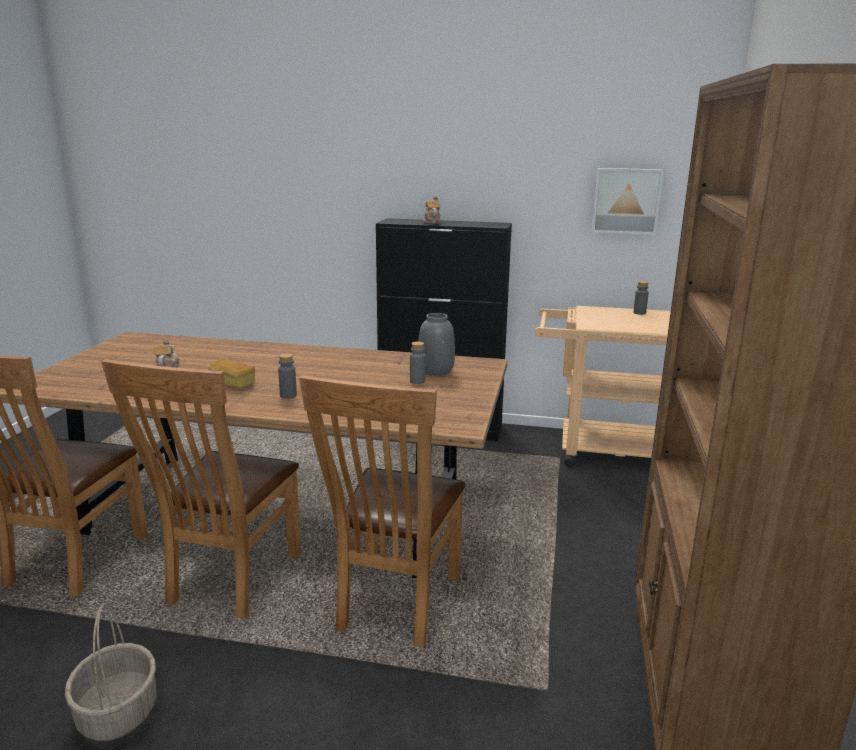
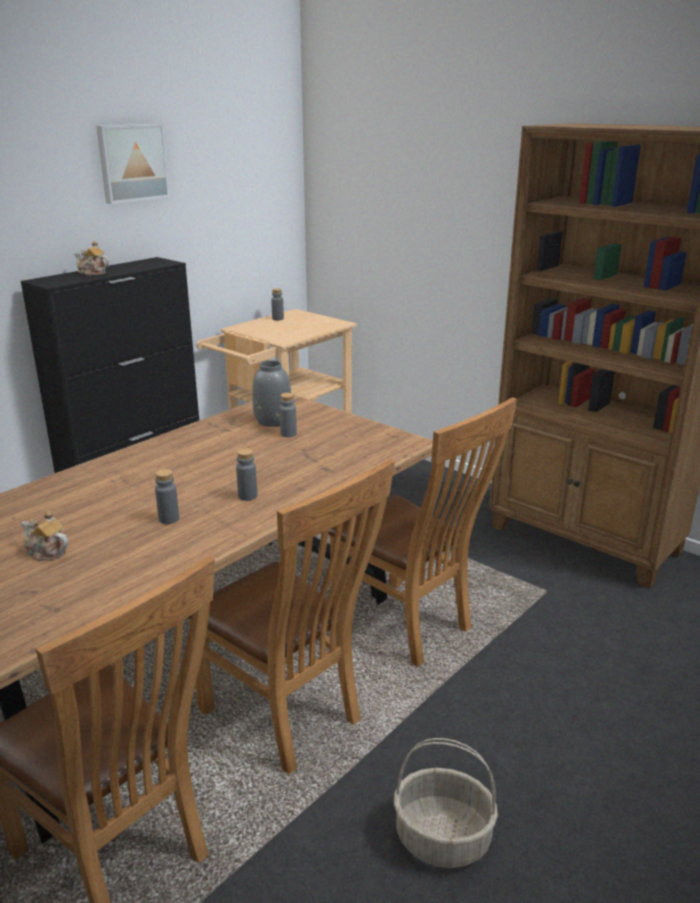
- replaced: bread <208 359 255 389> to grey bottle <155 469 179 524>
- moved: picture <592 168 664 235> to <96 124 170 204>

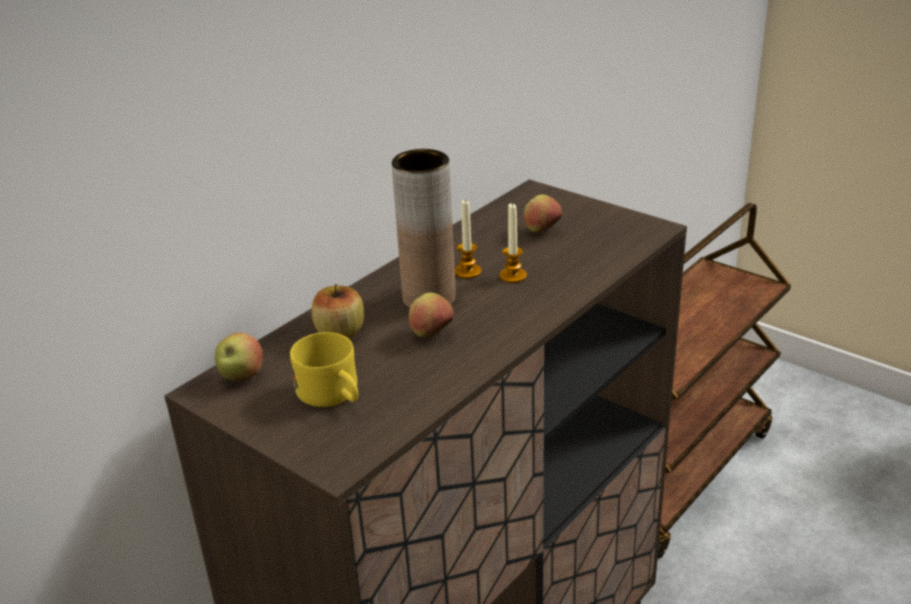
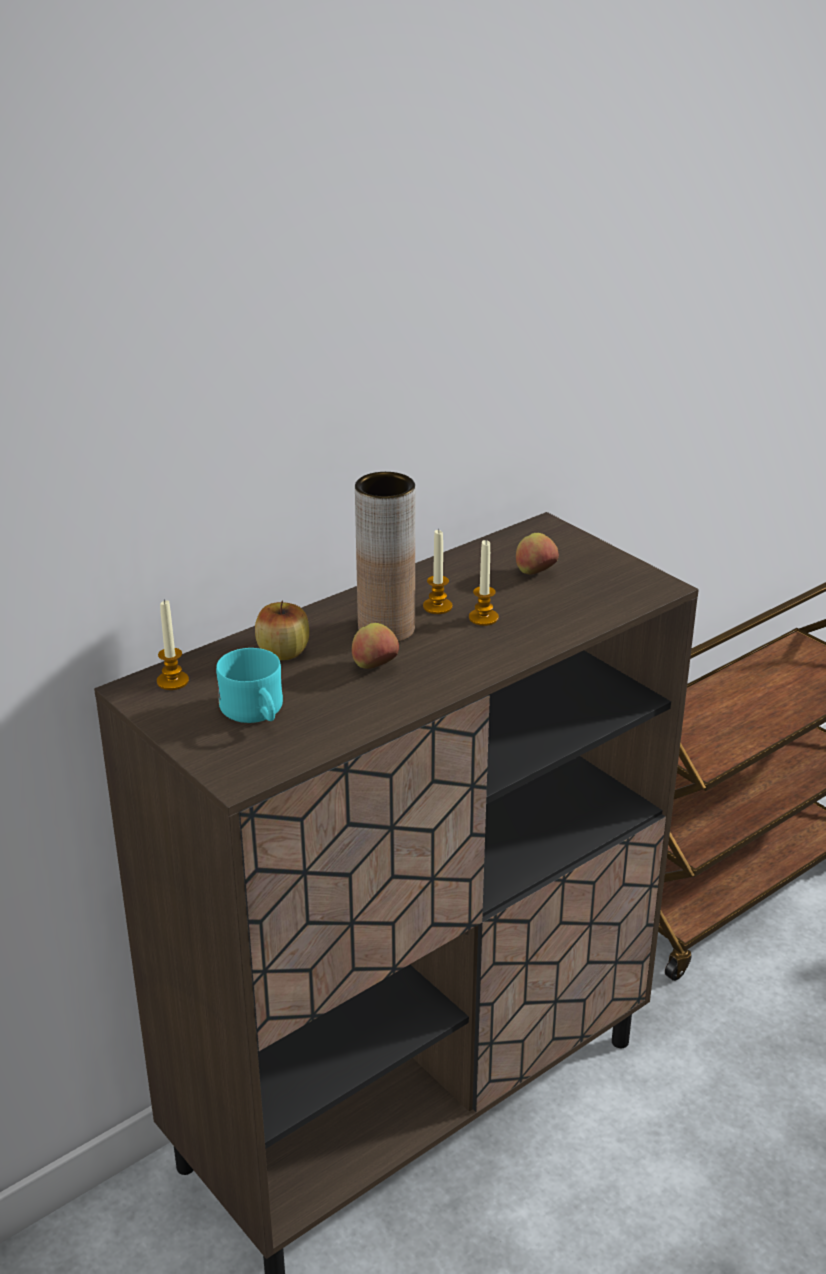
- replaced: apple <215 333 263 381> to candle <157 599 189 690>
- recoloured: yellow mug <290 332 358 407> to turquoise mug <216 648 283 723>

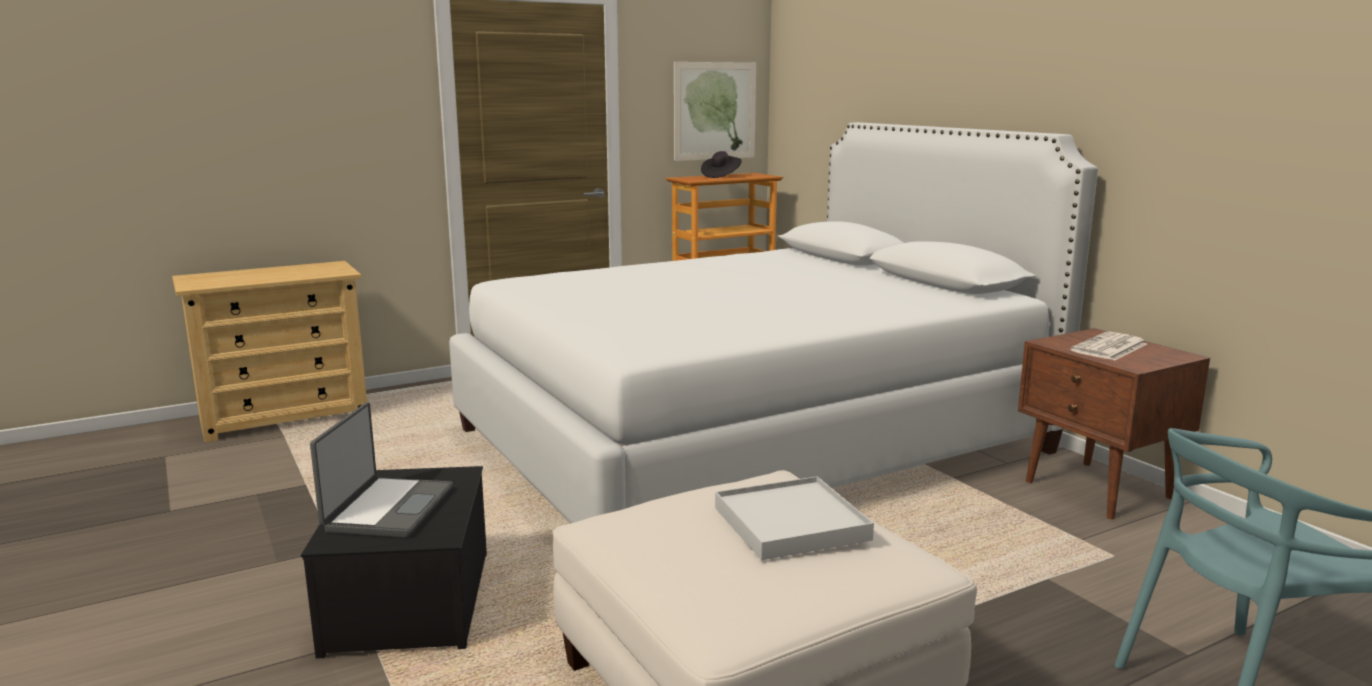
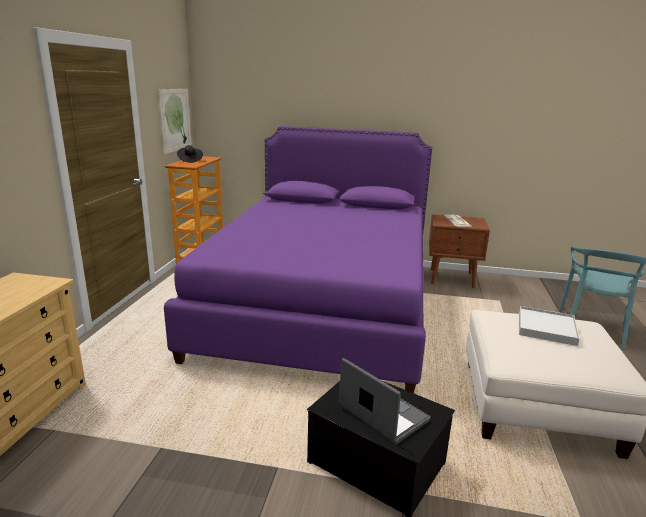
- recoloured: white bed <449 122 1098 523> to purple bed <164 126 432 393>

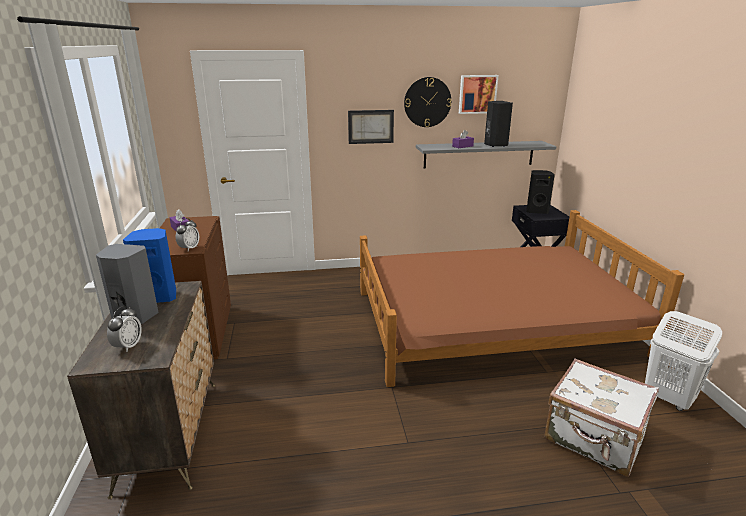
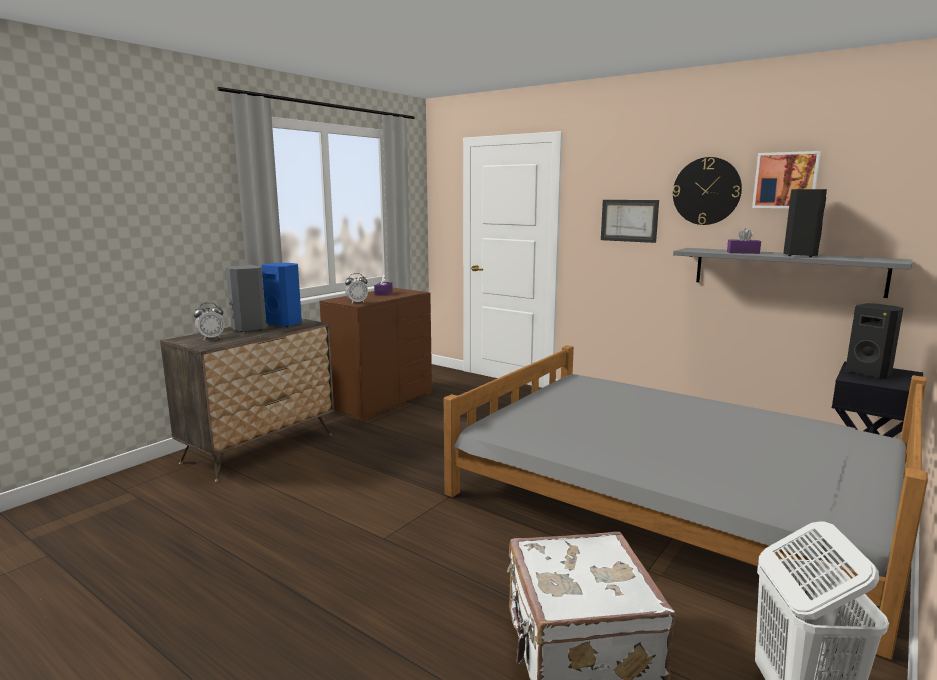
- recoloured: brown bed <360 210 684 387> to grey bed <444 345 928 660>

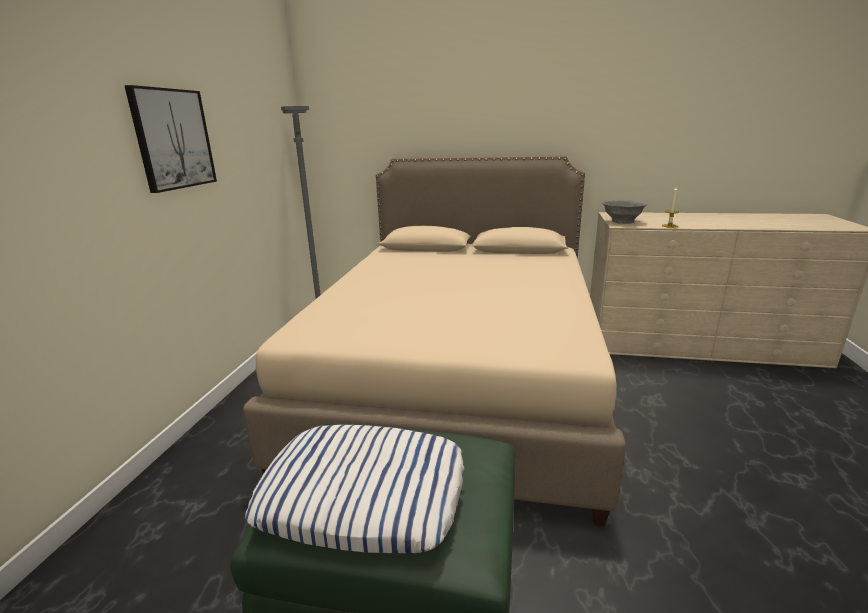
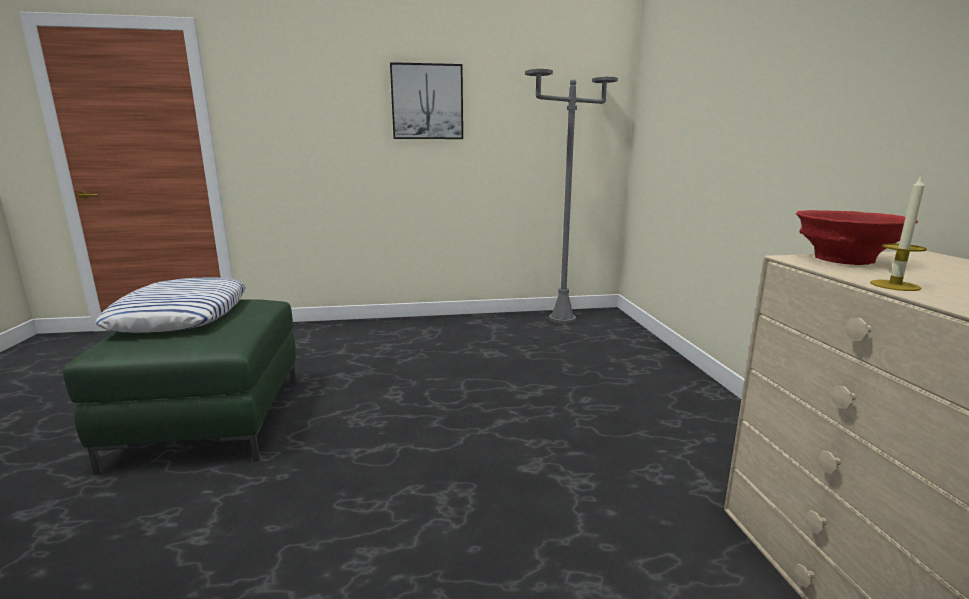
- removed: beige bed <243 155 626 526>
- recoloured: grey bowl <602 200 647 224> to red bowl <796 210 918 265>

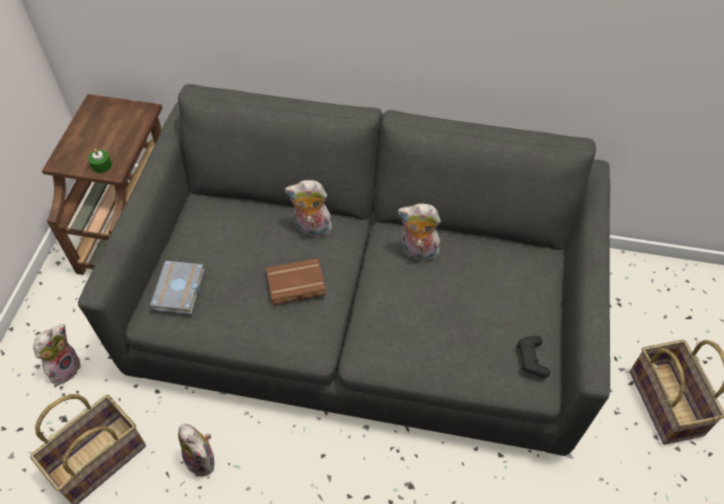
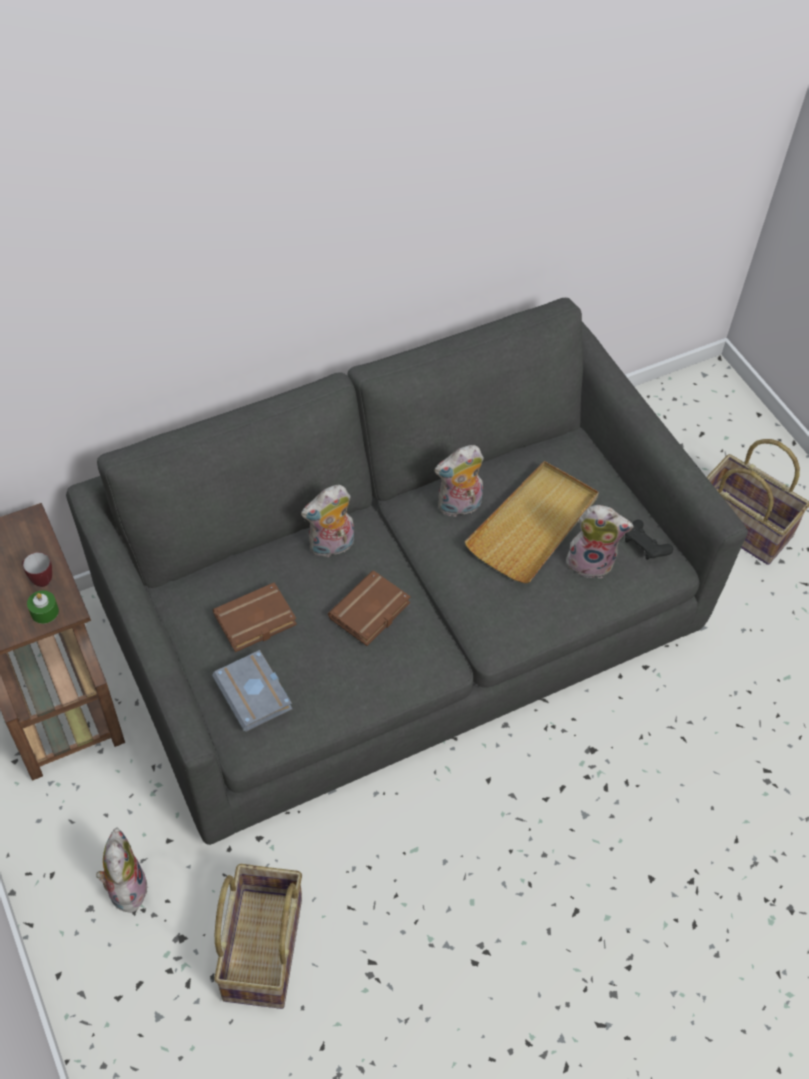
- moved: plush toy <178 424 215 477> to <566 505 634 578>
- added: mug <22 552 52 587>
- added: brown book <213 582 297 652>
- added: beige tray <465 461 599 583>

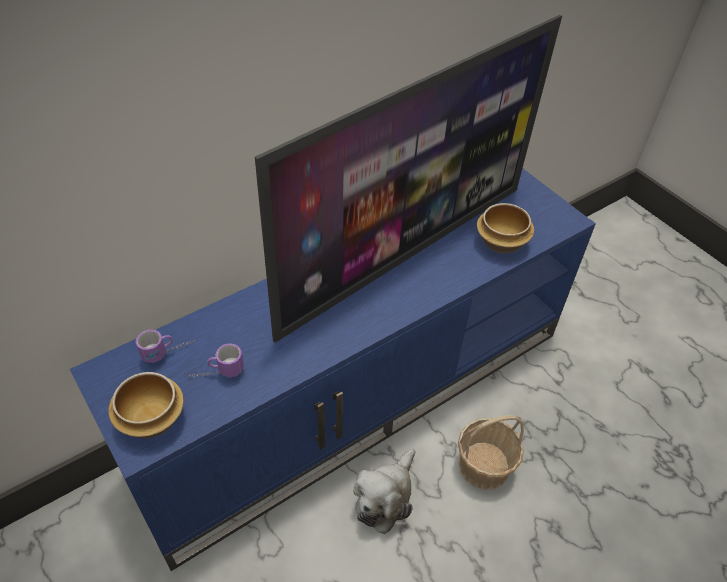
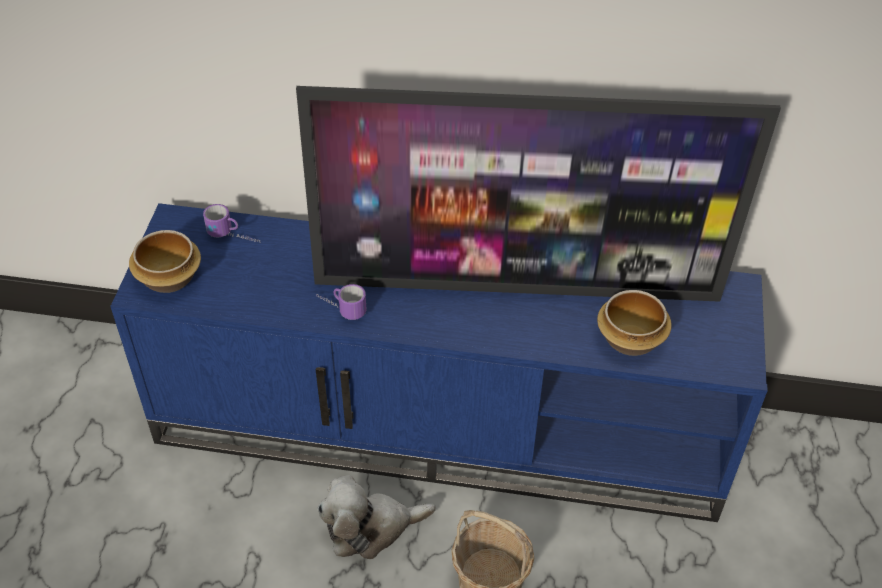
- moved: mug <188 344 244 378> to <316 284 366 320>

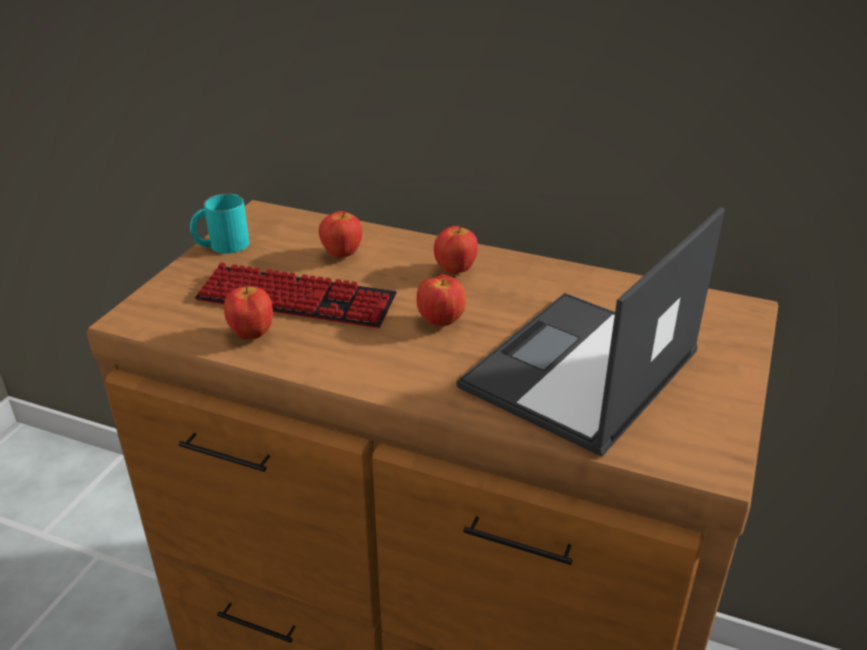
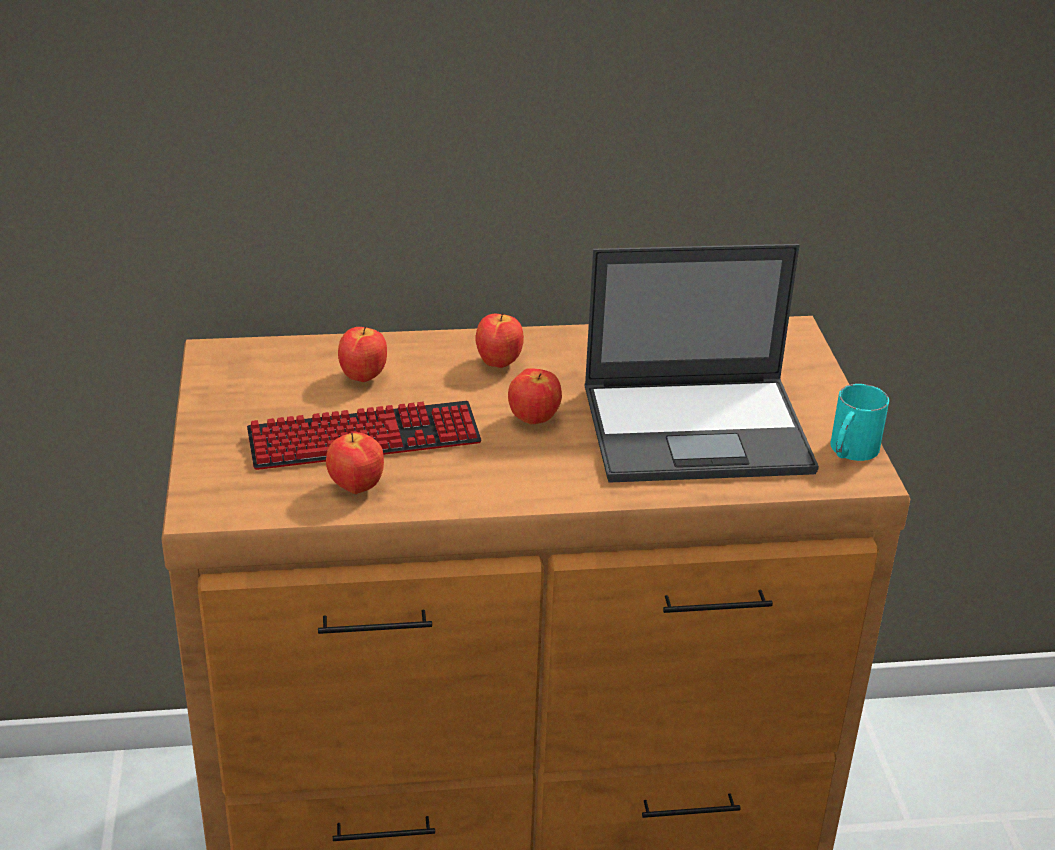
- moved: turquoise mug <190 194 250 254> to <830 384 889 461>
- turned: laptop <457 207 725 457> = <584 244 819 483> 105 degrees counterclockwise

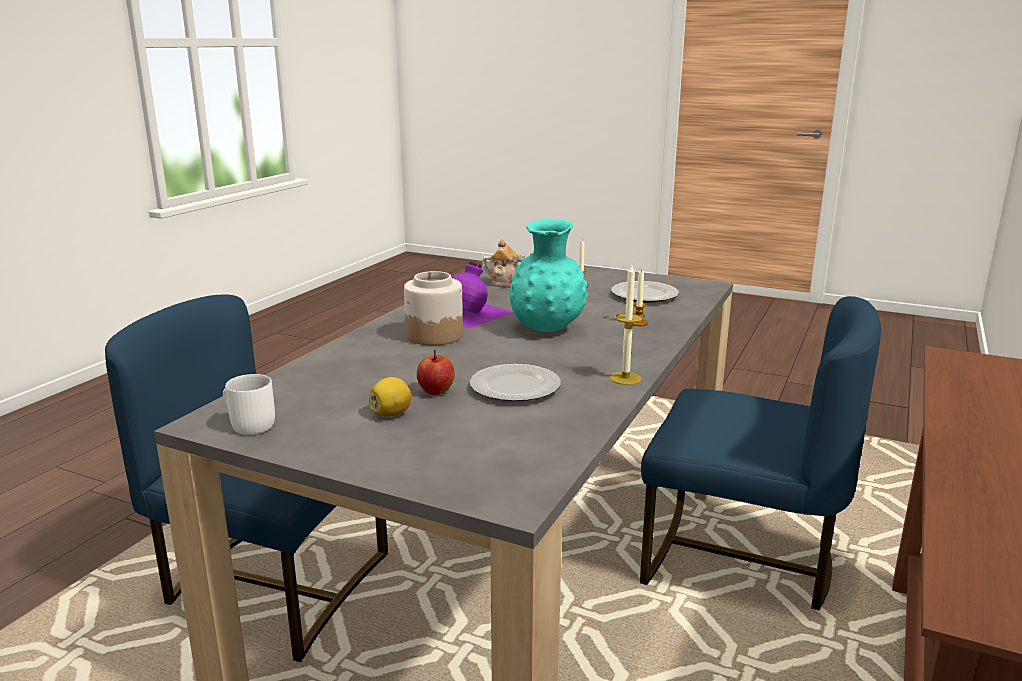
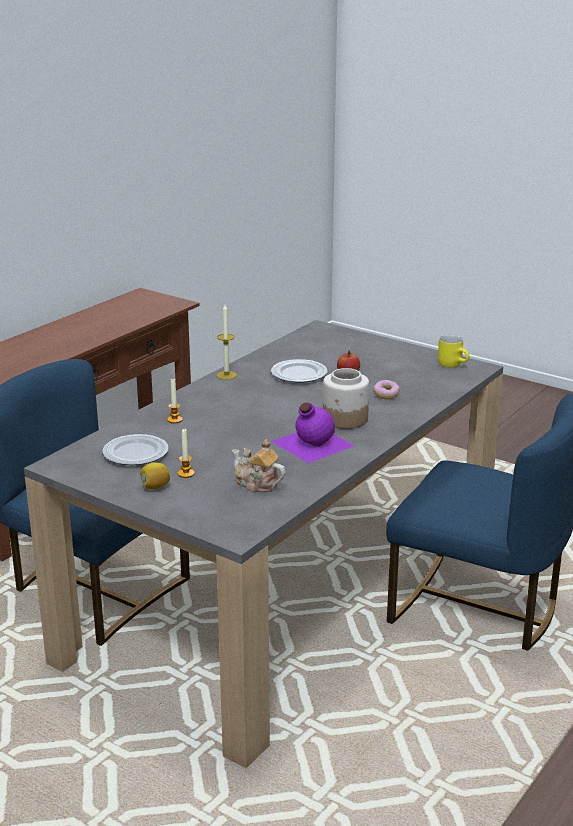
- recoloured: white mug <223 374 275 435> to yellow mug <438 335 469 368>
- moved: lemon <369 377 411 417> to <140 463 170 490>
- removed: turquoise vase <509 218 588 332>
- added: donut <373 380 400 399>

